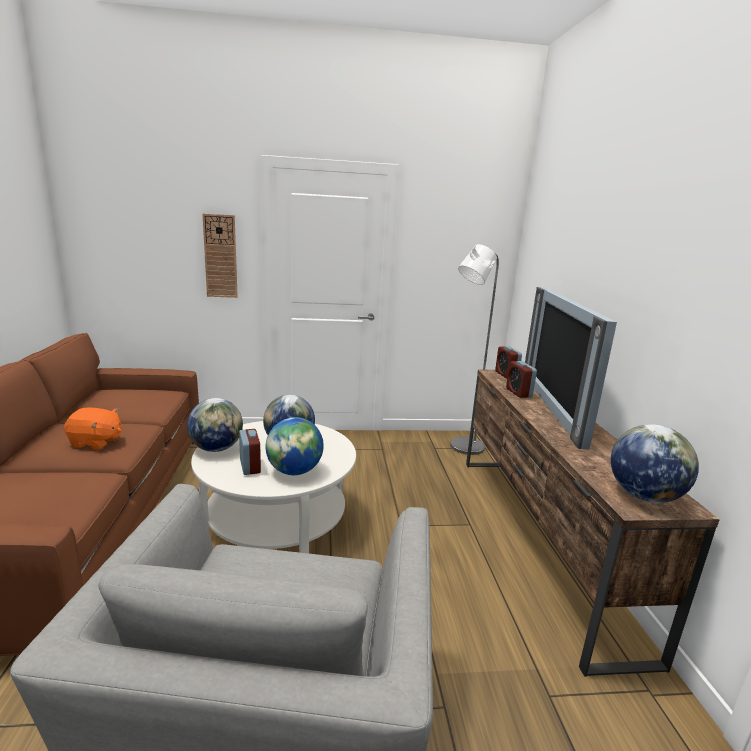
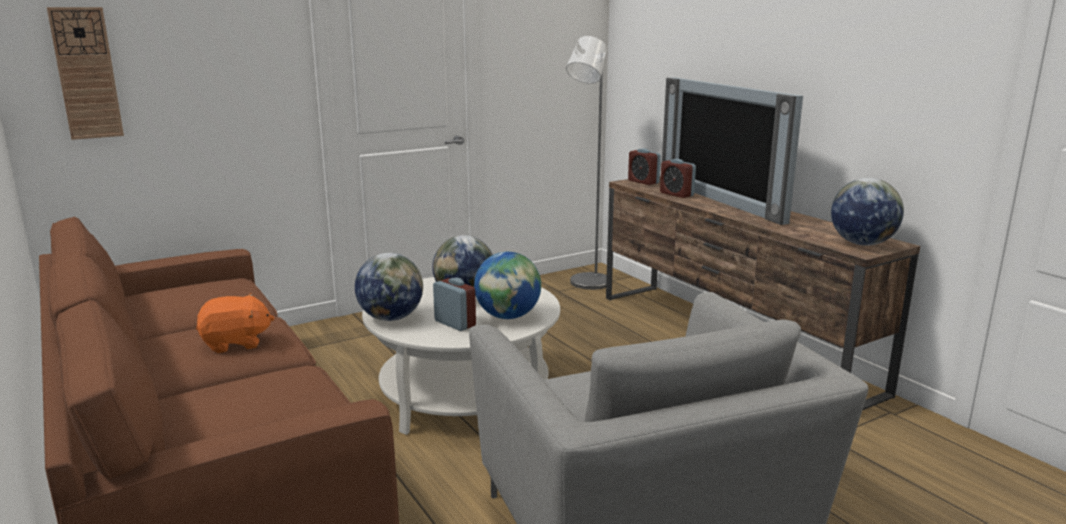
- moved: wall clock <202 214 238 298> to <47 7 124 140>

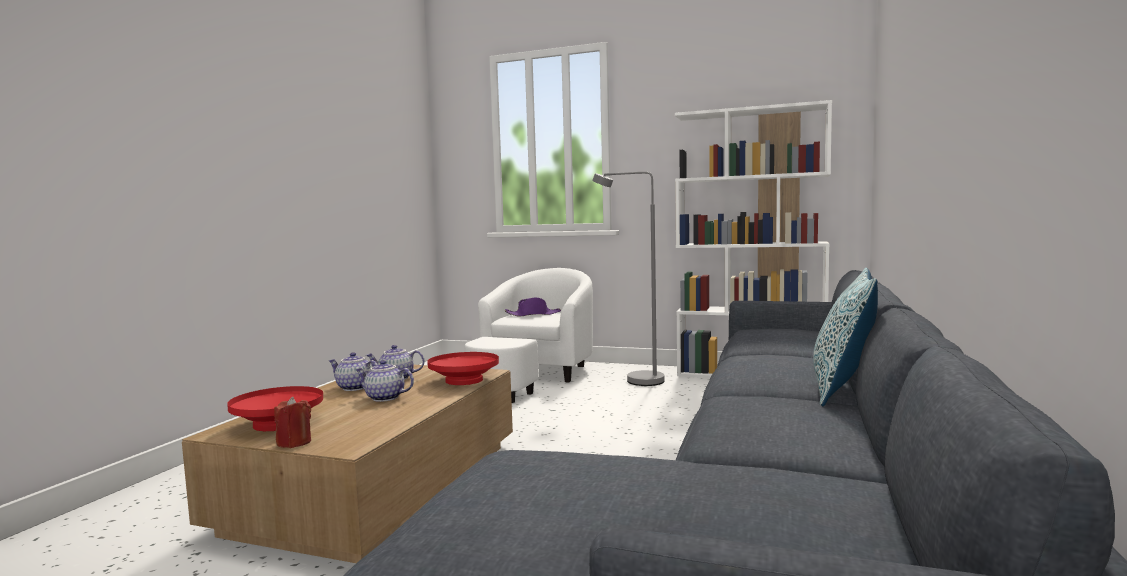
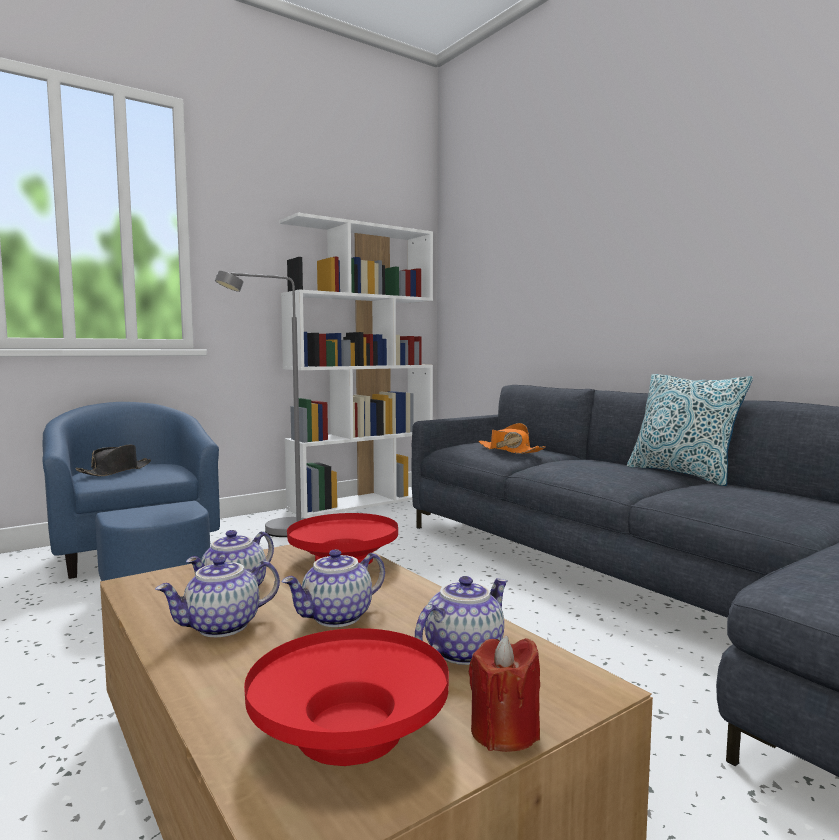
- recoloured: white armchair <465 268 593 403> to blue armchair <43 402 220 581>
- recoloured: purple hat <505 298 561 316> to black hat <76 445 151 476>
- added: teapot <415 576 508 665>
- added: orange hat <479 423 545 454>

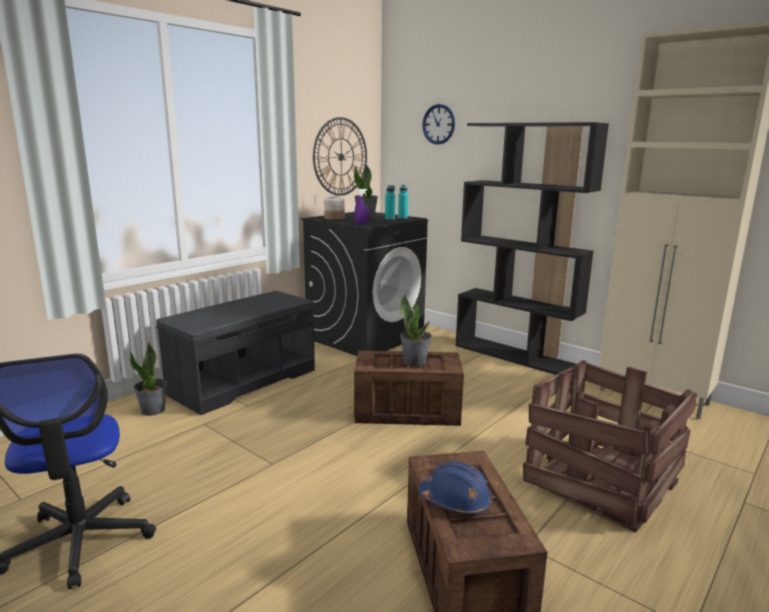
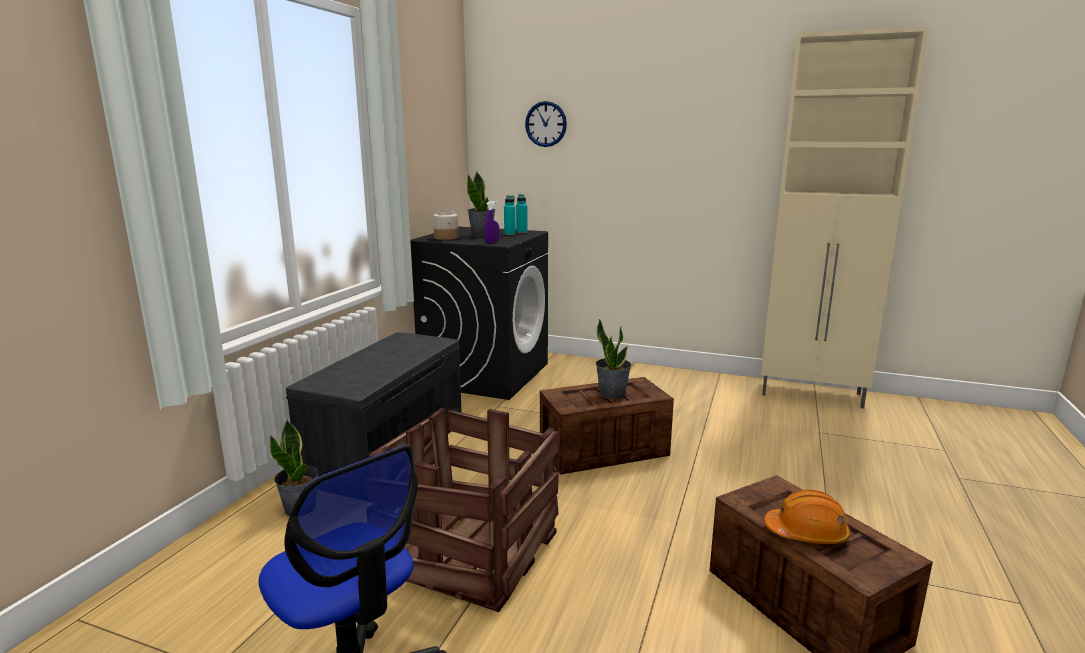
- removed: wall clock <313 117 367 196>
- recoloured: blue hard hat <418 461 493 515> to orange hard hat <764 489 851 544>
- removed: black bookcase <456 122 609 375>
- moved: crate <523 360 697 532> to <369 408 559 612>

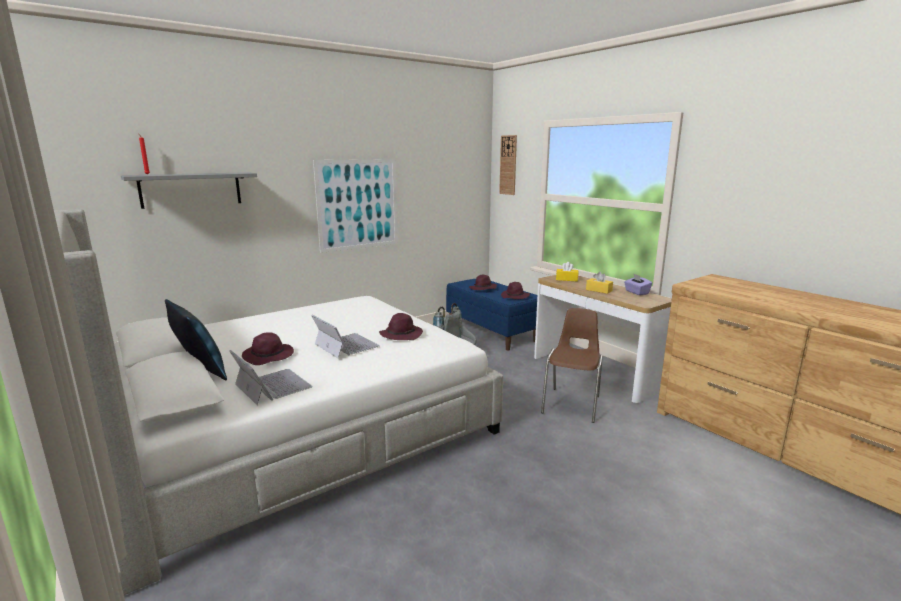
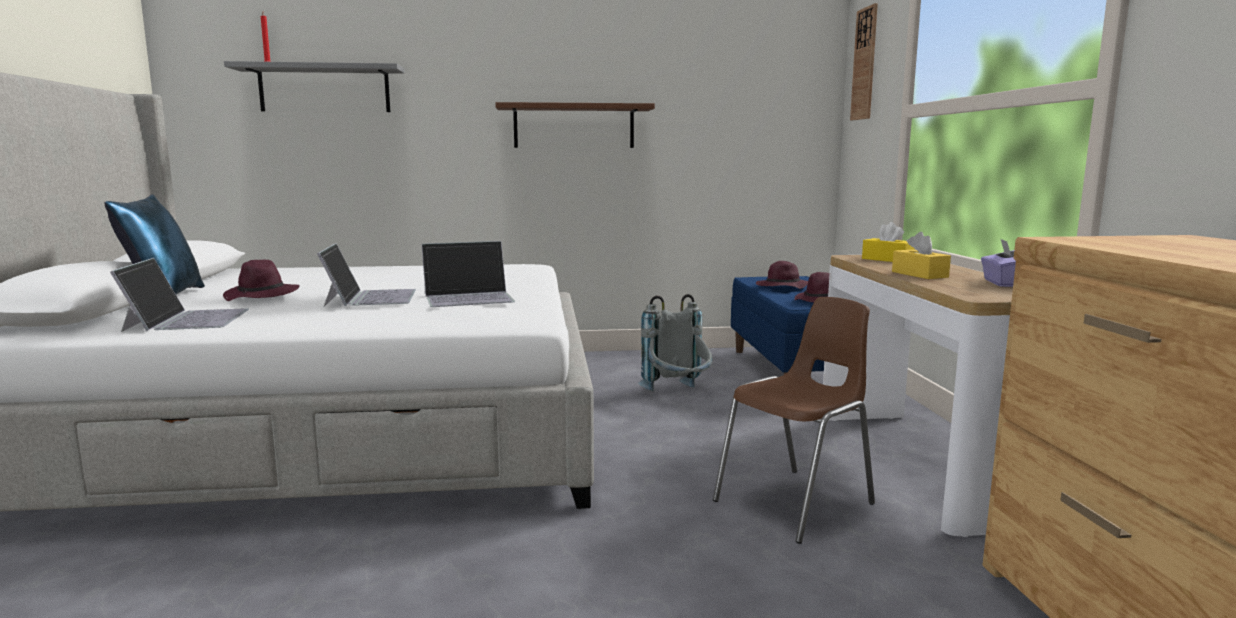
- replaced: picture <313 159 398 253> to brown shelf <495 102 655 148>
- replaced: purple hat <379 313 423 340> to laptop <422 241 515 307>

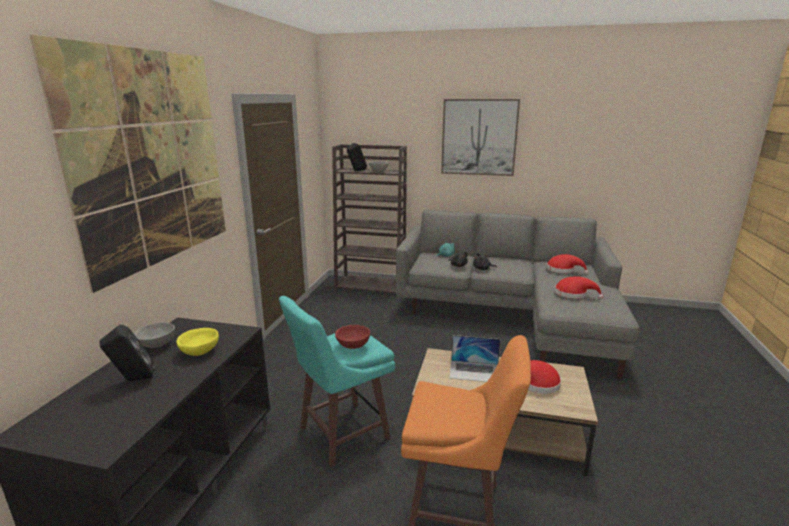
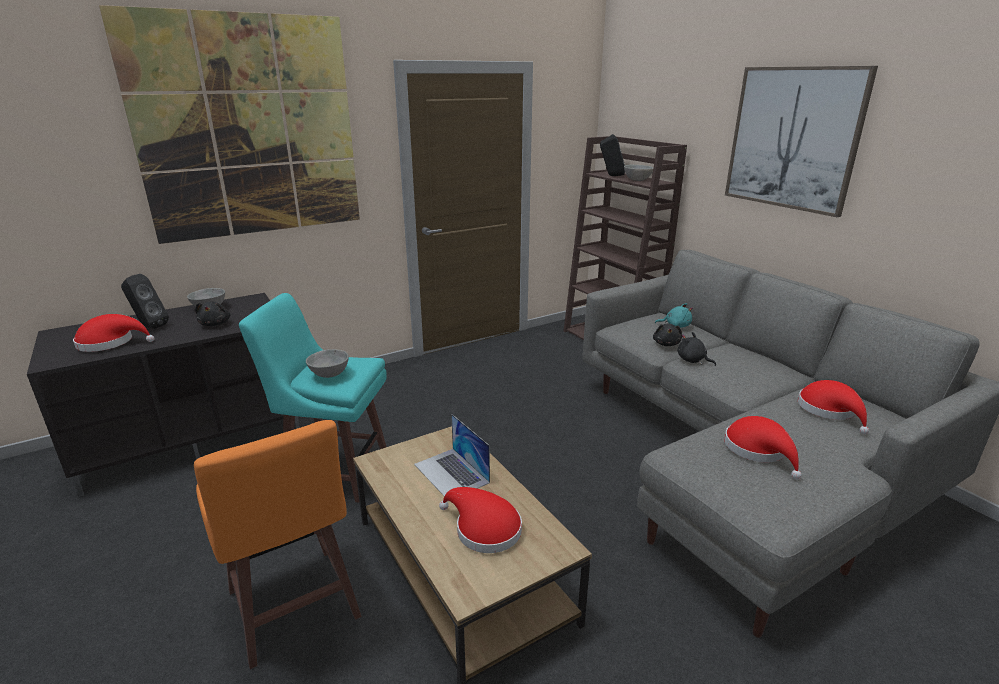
- replaced: yellow bowl <177 328 219 356> to black plush toy <195 302 230 326>
- recoloured: red bowl <335 325 370 349> to grey bowl <306 349 349 378>
- added: red hat <73 314 155 352>

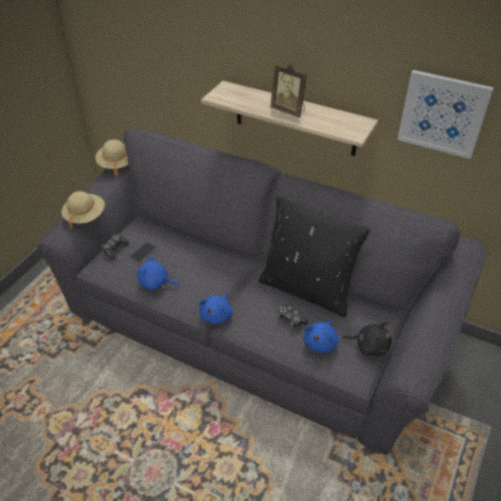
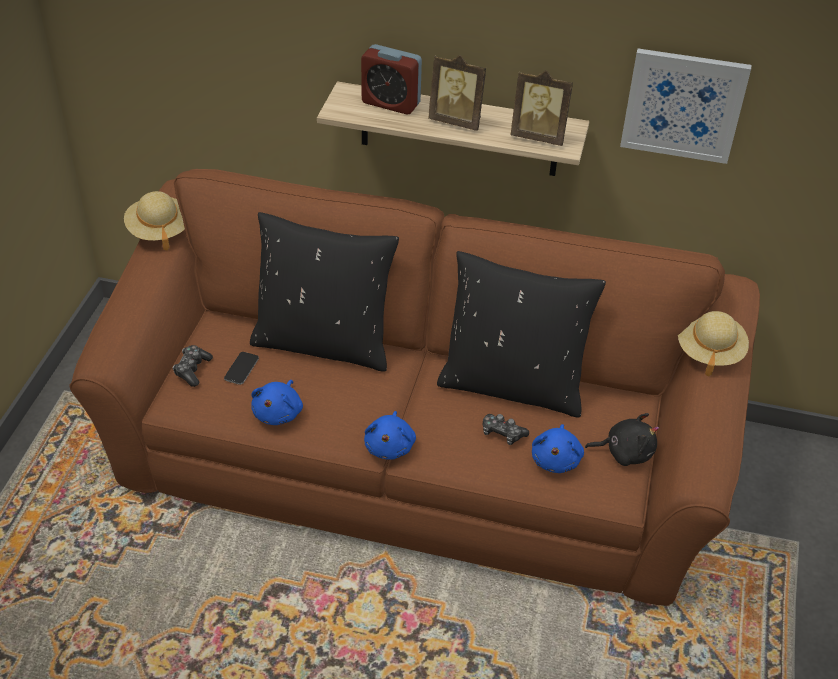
- recoloured: grey sofa <38 129 486 455> to brown sofa <70 169 760 606>
- moved: beige hat <61 191 105 229> to <678 311 749 376>
- turned: blue plush toy <137 255 180 290> = <251 380 303 425> 75 degrees counterclockwise
- added: black pillow <250 212 399 372>
- added: alarm clock <361 44 422 115>
- added: picture frame <510 70 573 146>

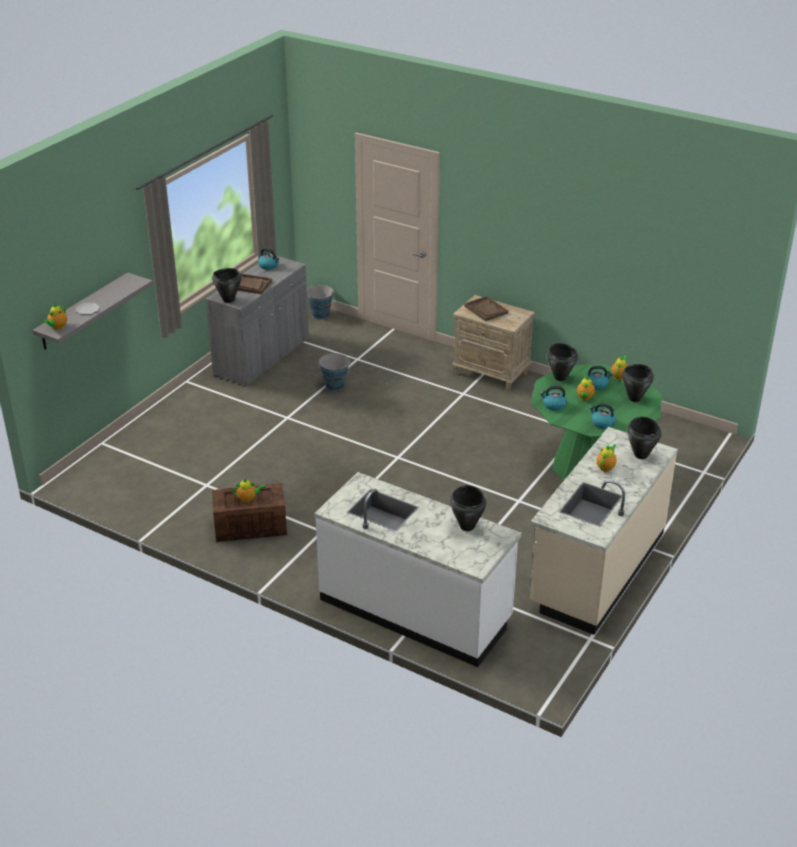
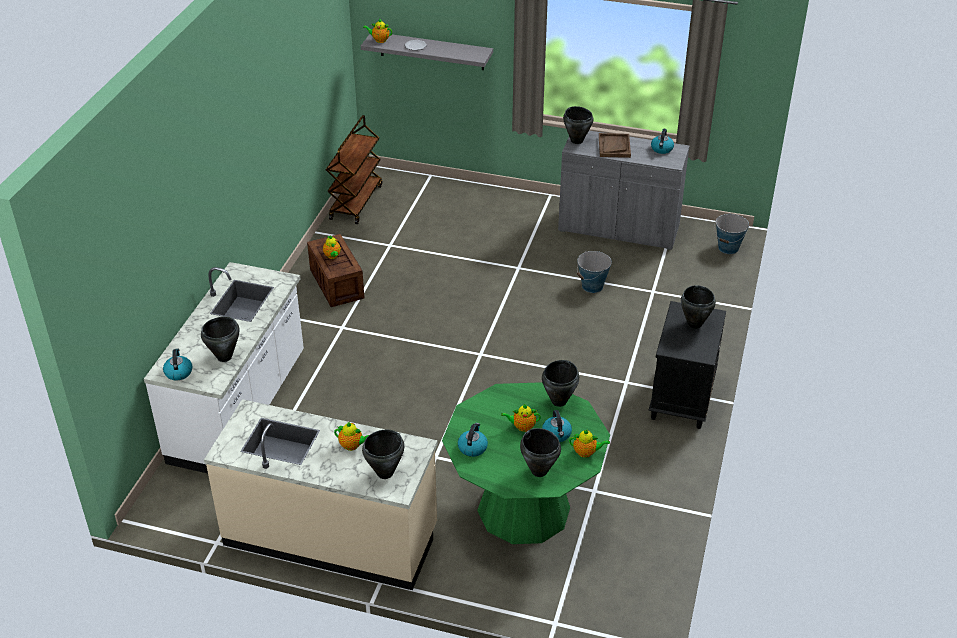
- recoloured: beige nightstand <452 295 535 391> to black nightstand <648 301 726 429>
- replaced: brown tray <464 296 508 321> to black cooking pot <681 285 716 329>
- moved: kettle <540 386 567 411> to <163 348 192 381>
- added: brown cart <326 115 382 224>

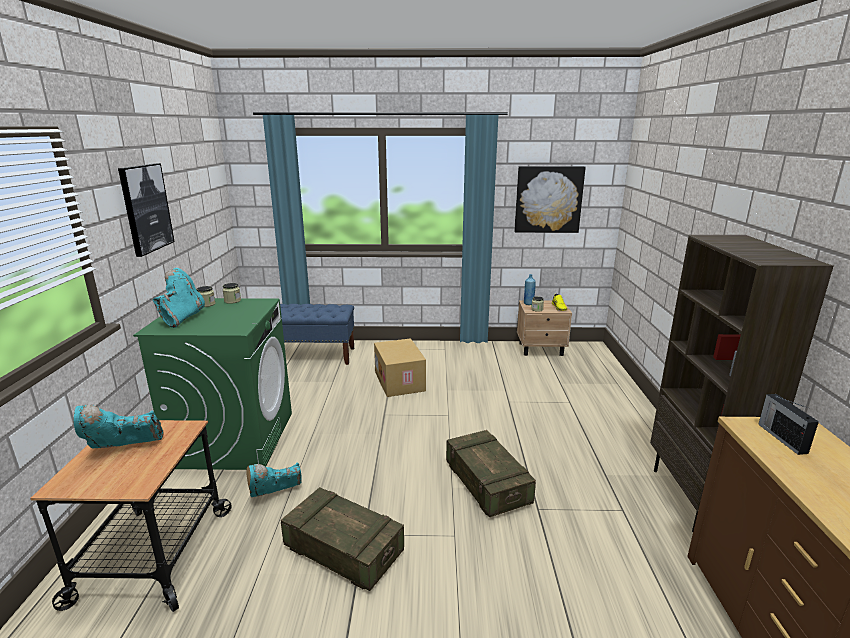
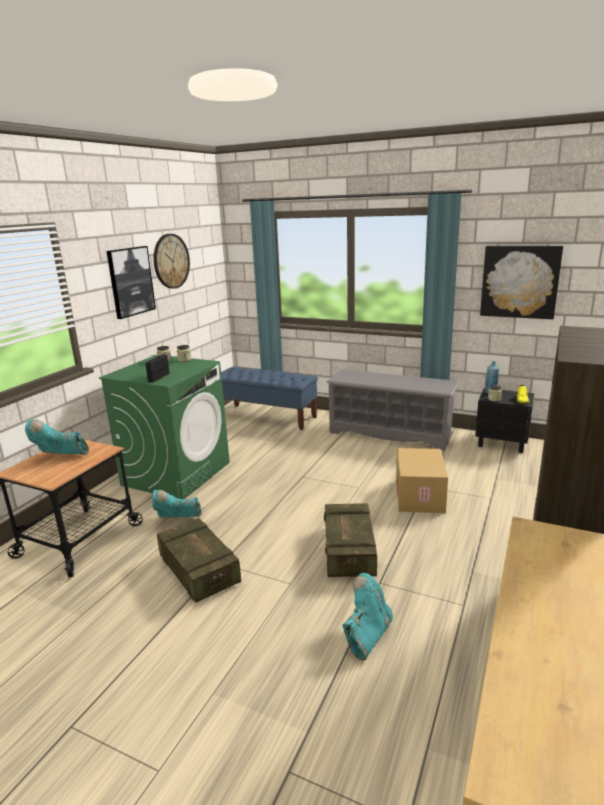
- moved: turquoise boot <153 268 205 328> to <342 573 393 661>
- moved: cardboard box <374 338 426 397> to <396 448 448 513>
- recoloured: beige nightstand <517 300 572 356> to black nightstand <475 388 534 453>
- moved: radio <758 394 819 455> to <145 354 170 383>
- added: wall clock <153 234 190 289>
- added: grey shoe rack <326 369 460 451>

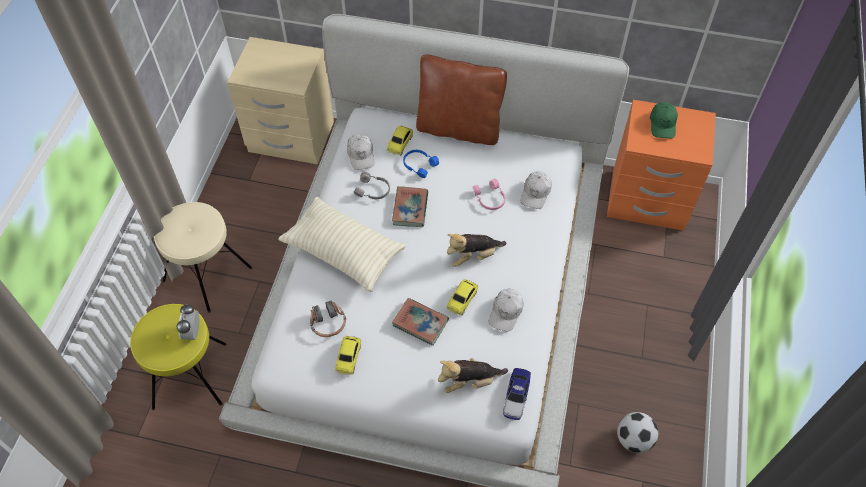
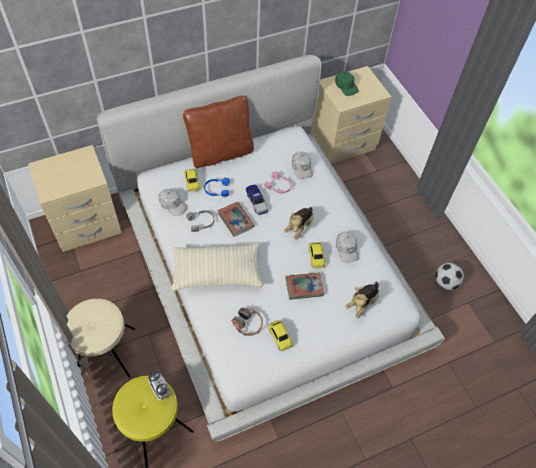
- moved: toy car <503 368 531 420> to <246 185 268 215>
- recoloured: orange nightstand <607 100 716 231> to beige nightstand <311 66 391 164>

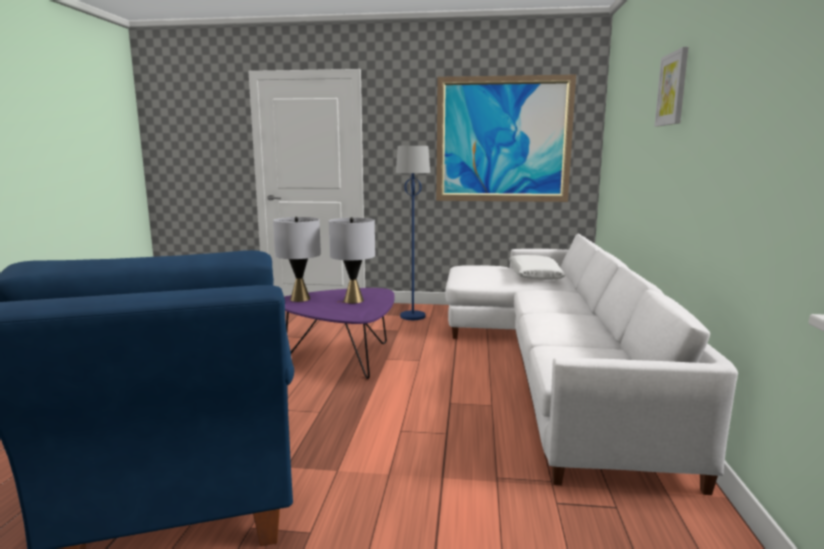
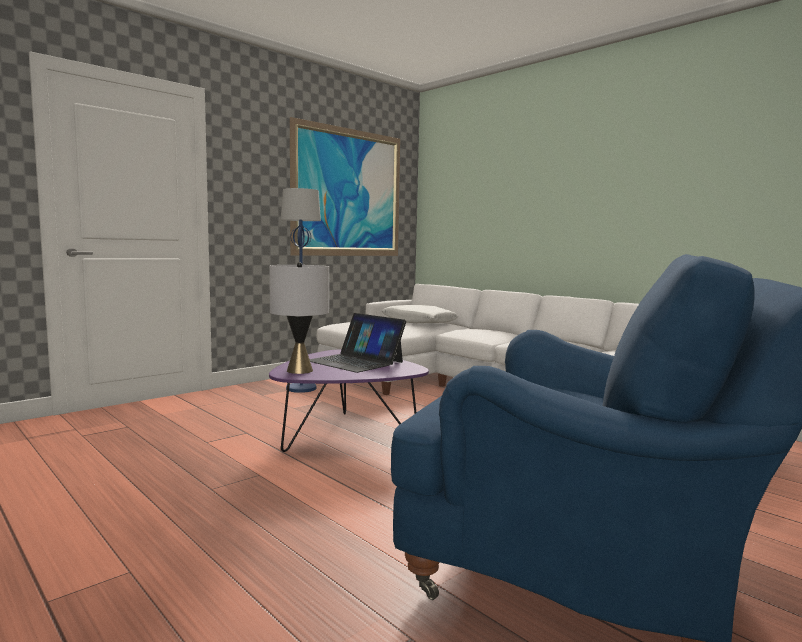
- replaced: grey table lamp <329 217 375 304> to laptop <310 313 406 373>
- removed: picture <655 47 688 126>

